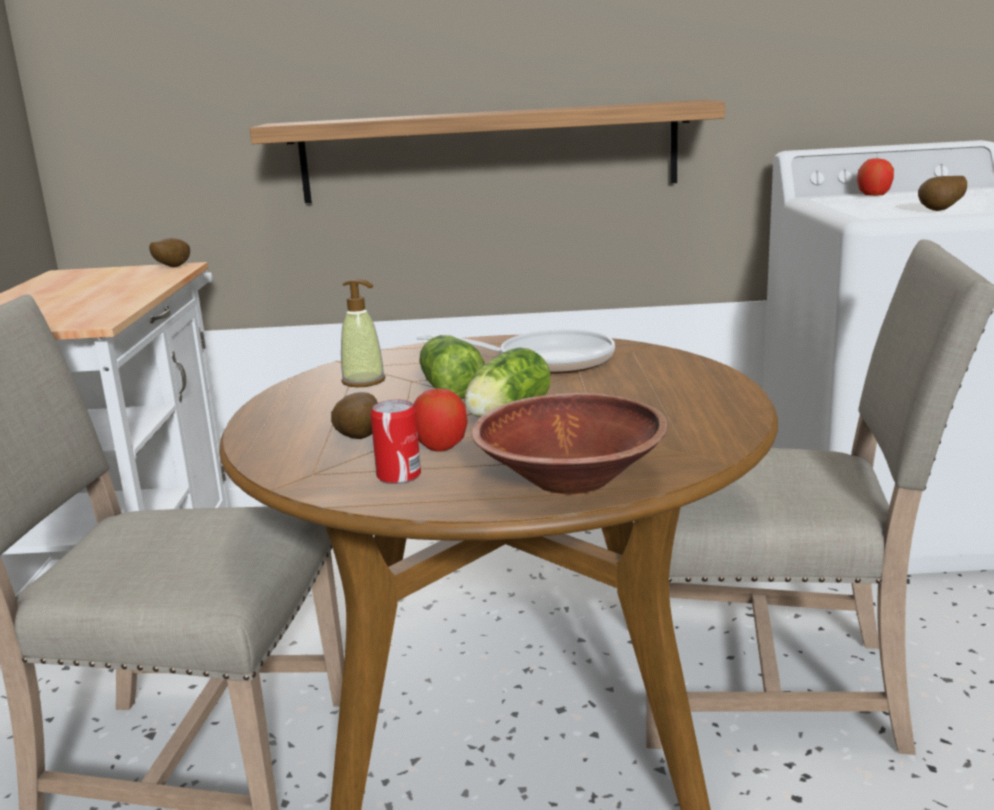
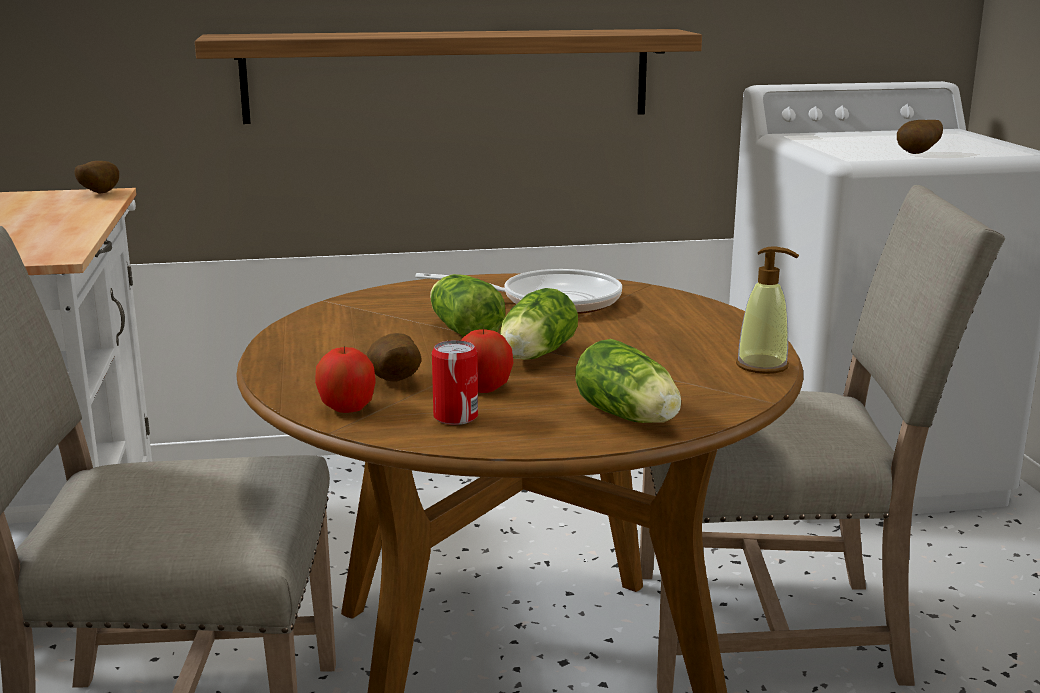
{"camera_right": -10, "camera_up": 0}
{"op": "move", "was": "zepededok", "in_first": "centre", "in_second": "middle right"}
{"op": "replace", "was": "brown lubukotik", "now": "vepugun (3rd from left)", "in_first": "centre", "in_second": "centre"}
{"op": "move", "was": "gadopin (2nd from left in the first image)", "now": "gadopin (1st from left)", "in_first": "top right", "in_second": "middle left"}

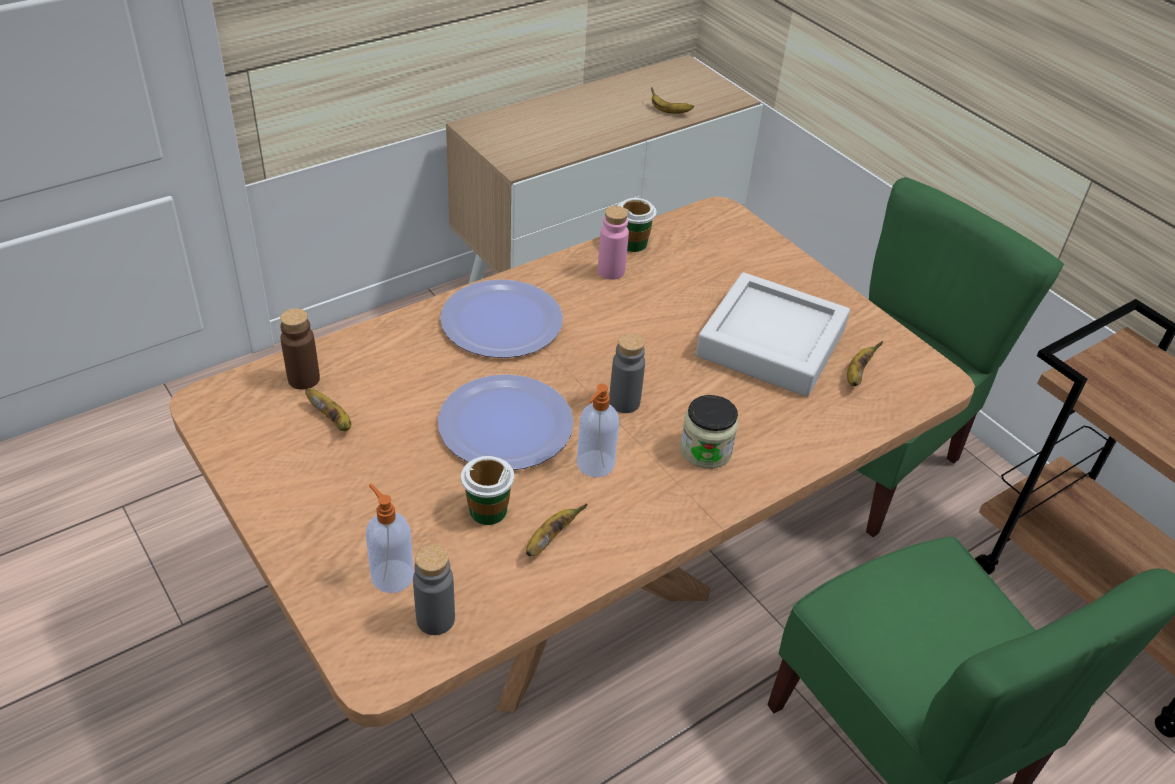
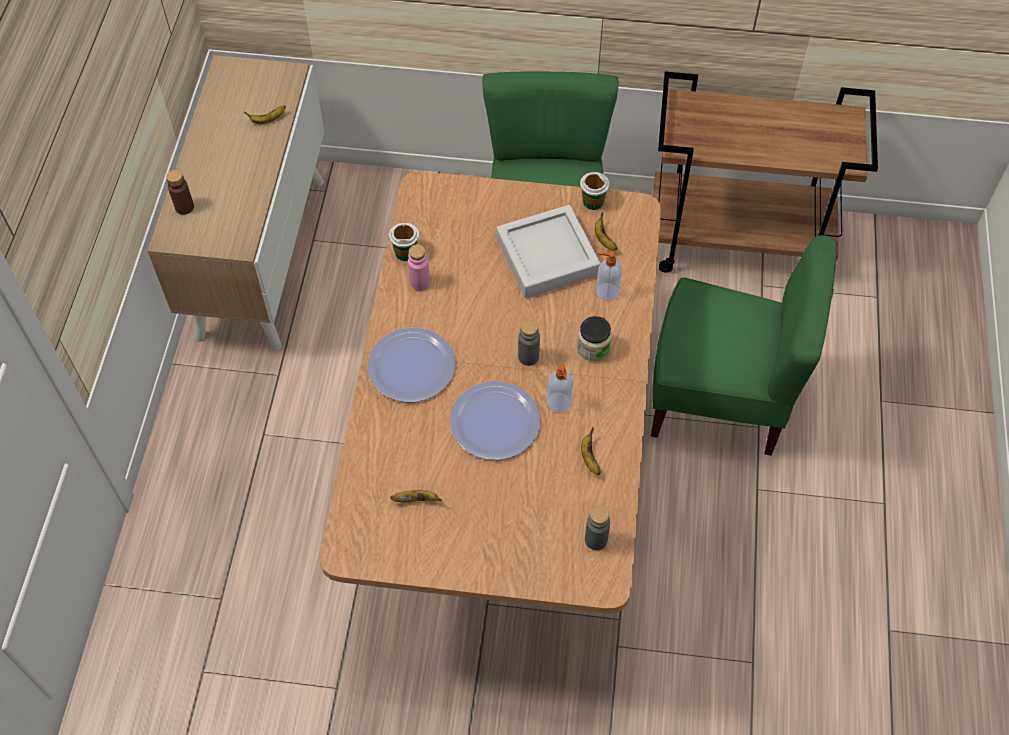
{"camera_right": -45, "camera_up": 15}
{"op": "move", "was": "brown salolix", "in_first": "middle left", "in_second": "top left"}
{"op": "move", "was": "zepededok (1st from left in the first image)", "now": "zepededok (2nd from left)", "in_first": "bottom left", "in_second": "centre"}
{"op": "move", "was": "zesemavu (1st from left in the first image)", "now": "zesemavu (2nd from left)", "in_first": "centre", "in_second": "top centre"}

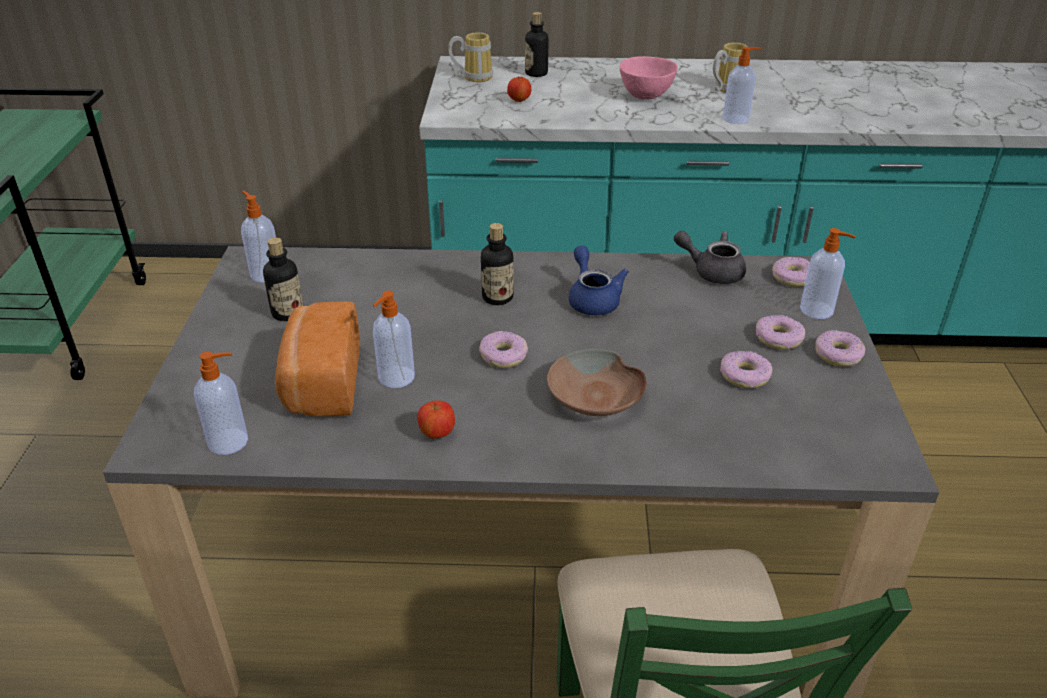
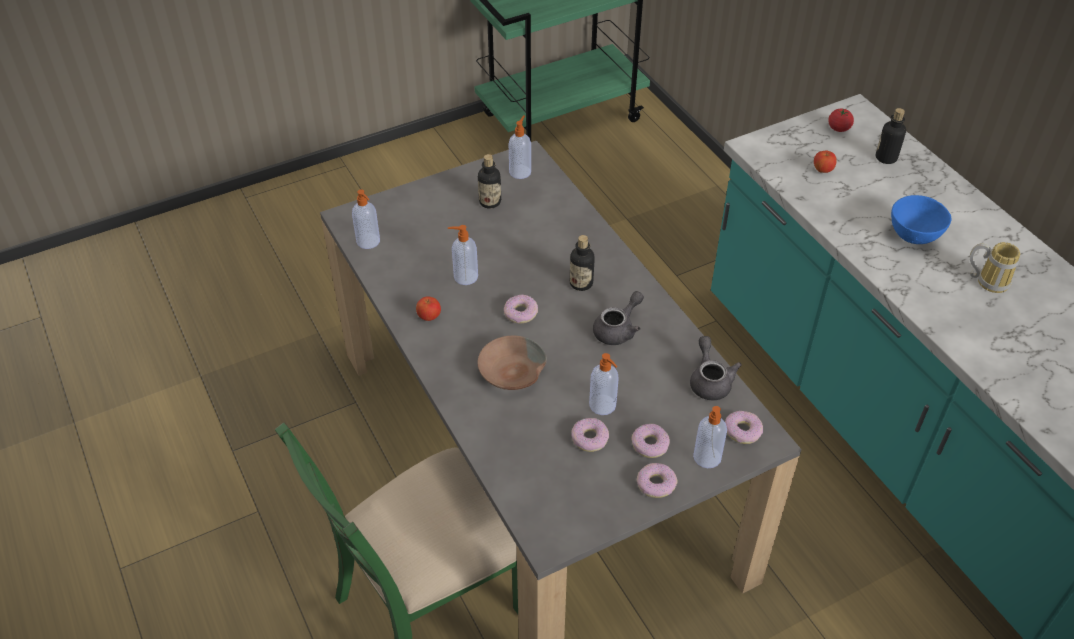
{"camera_right": 60, "camera_up": 10}
{"op": "delete", "was": "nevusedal", "in_first": "middle left"}
{"op": "replace", "was": "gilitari (1st from left)", "now": "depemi", "in_first": "top centre", "in_second": "top right"}
{"op": "recolor", "was": "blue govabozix", "now": "grey govabozix (1st from left)", "in_first": "centre", "in_second": "centre"}
{"op": "recolor", "was": "pink lubukotik", "now": "blue lubukotik", "in_first": "top centre", "in_second": "middle right"}
{"op": "move", "was": "zepededok (4th from left)", "in_first": "top right", "in_second": "centre"}

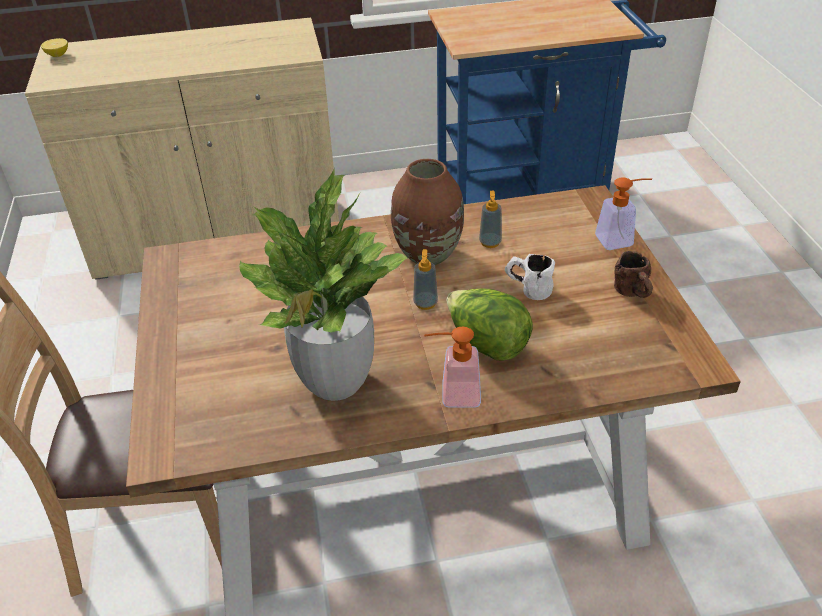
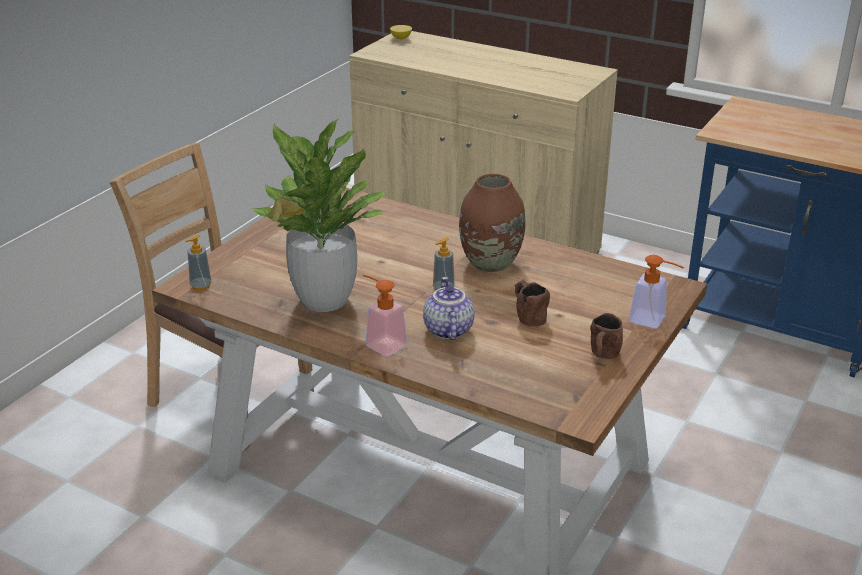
{"camera_right": 40, "camera_up": -10}
{"op": "replace", "was": "vepugun", "now": "govabozix", "in_first": "centre", "in_second": "centre"}
{"op": "move", "was": "zepededok (3rd from left in the first image)", "now": "zepededok (1st from left)", "in_first": "centre", "in_second": "middle left"}
{"op": "recolor", "was": "white gilitari", "now": "brown gilitari (1st from left)", "in_first": "centre", "in_second": "centre"}

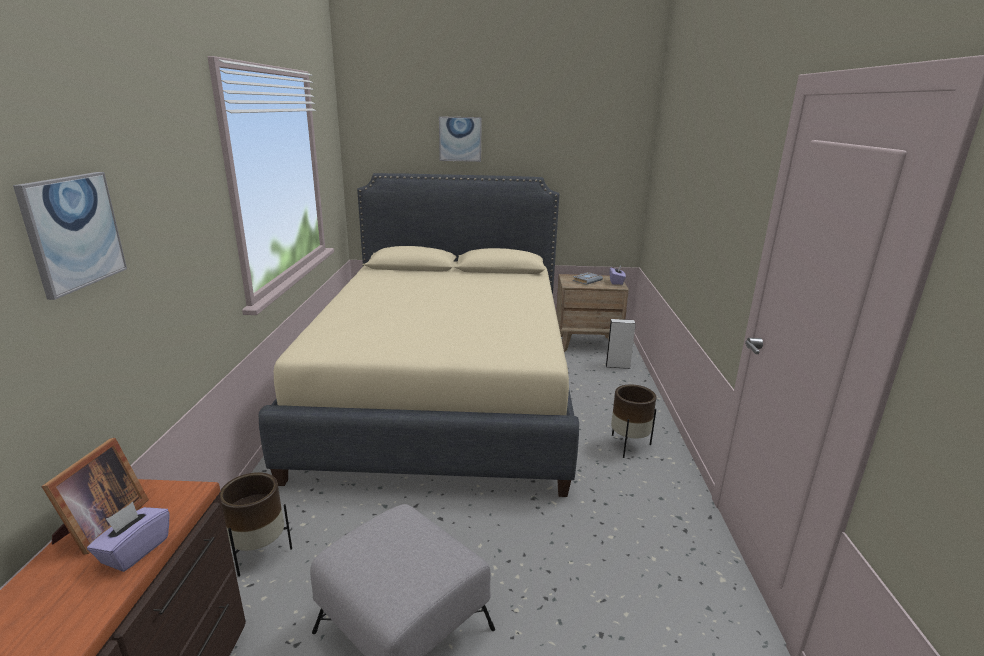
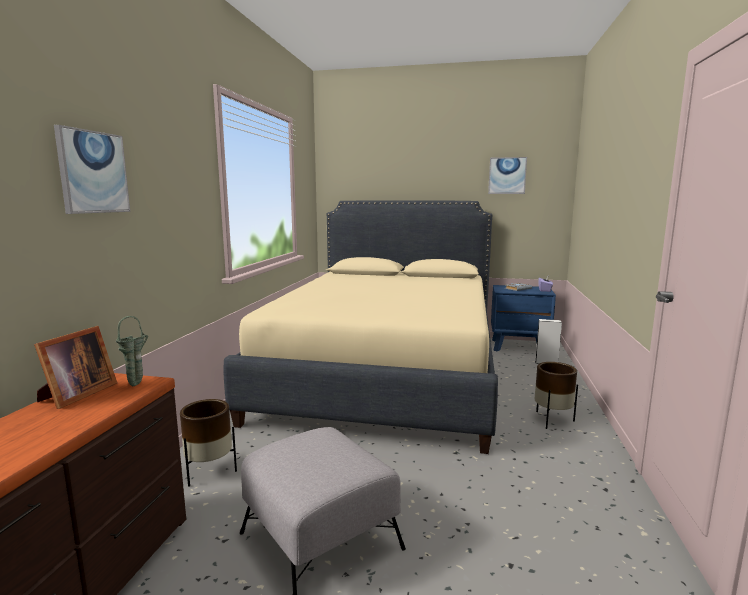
{"camera_right": 10, "camera_up": -10}
{"op": "delete", "was": "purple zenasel (1st from left)", "in_first": "bottom left"}
{"op": "move", "was": "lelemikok (2nd from left)", "in_first": "top centre", "in_second": "top right"}
{"op": "recolor", "was": "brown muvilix", "now": "blue muvilix", "in_first": "centre", "in_second": "middle right"}
{"op": "insert", "now": "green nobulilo", "in_second": "middle left"}

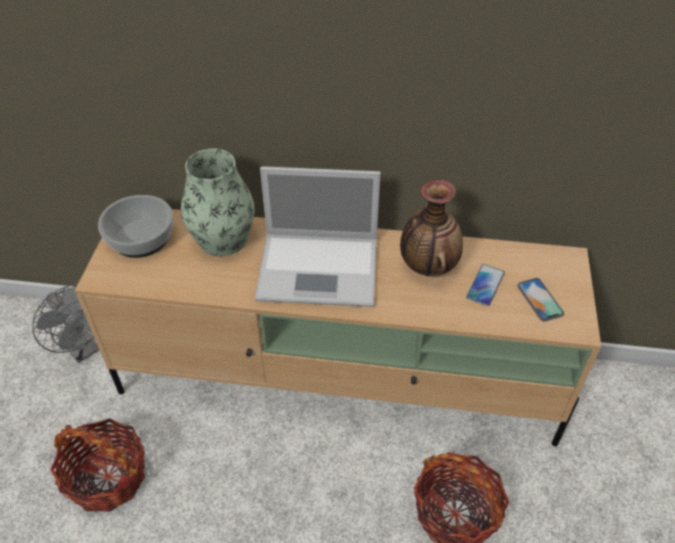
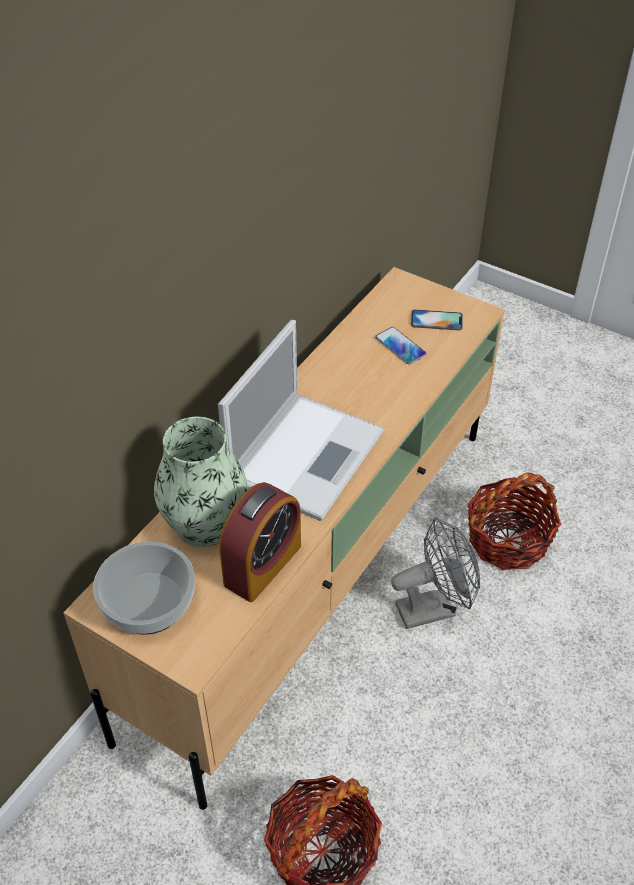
{"camera_right": -65, "camera_up": 0}
{"op": "move", "was": "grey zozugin", "in_first": "middle left", "in_second": "middle right"}
{"op": "delete", "was": "nobulilo (2nd from left)", "in_first": "centre"}
{"op": "insert", "now": "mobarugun", "in_second": "centre"}

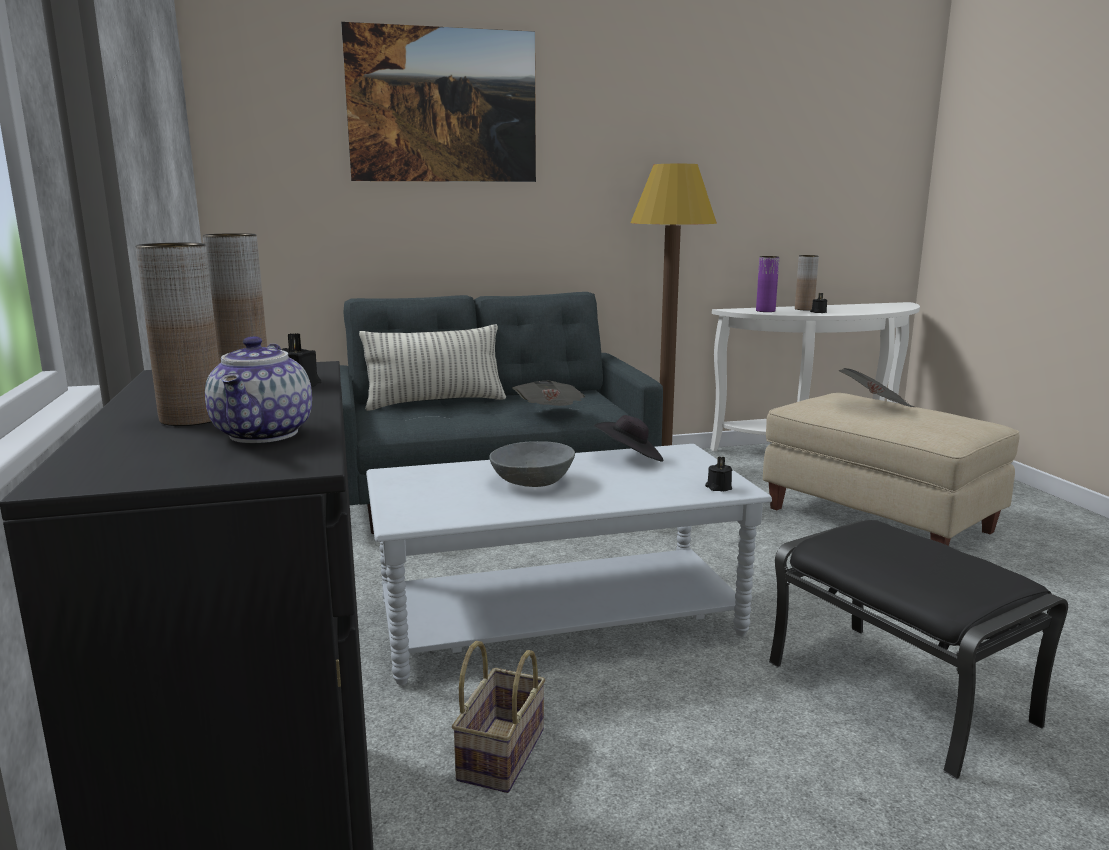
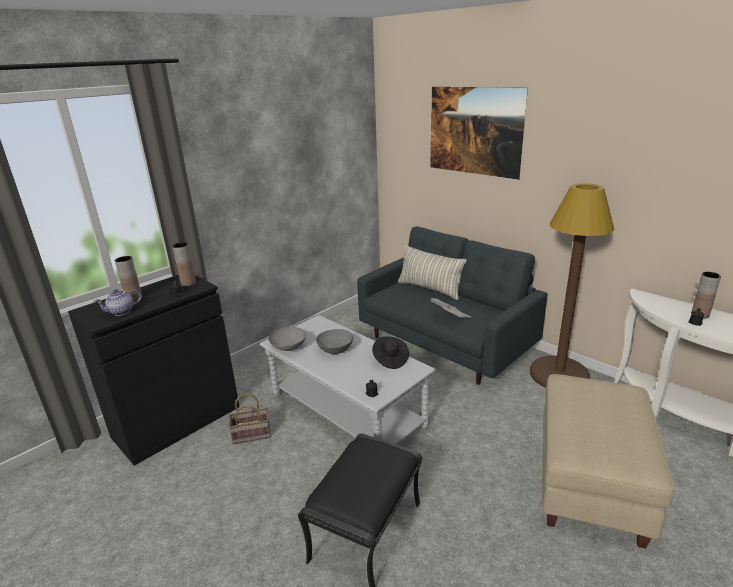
{"camera_right": 60, "camera_up": 10}
{"op": "delete", "was": "purple nobulilo", "in_first": "middle right"}
{"op": "delete", "was": "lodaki (2nd from left)", "in_first": "middle right"}
{"op": "insert", "now": "grey lubukotik (1st from left)", "in_second": "centre"}

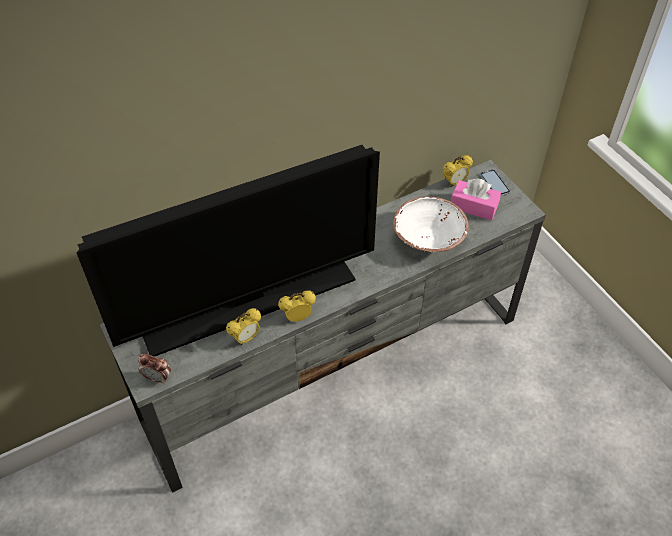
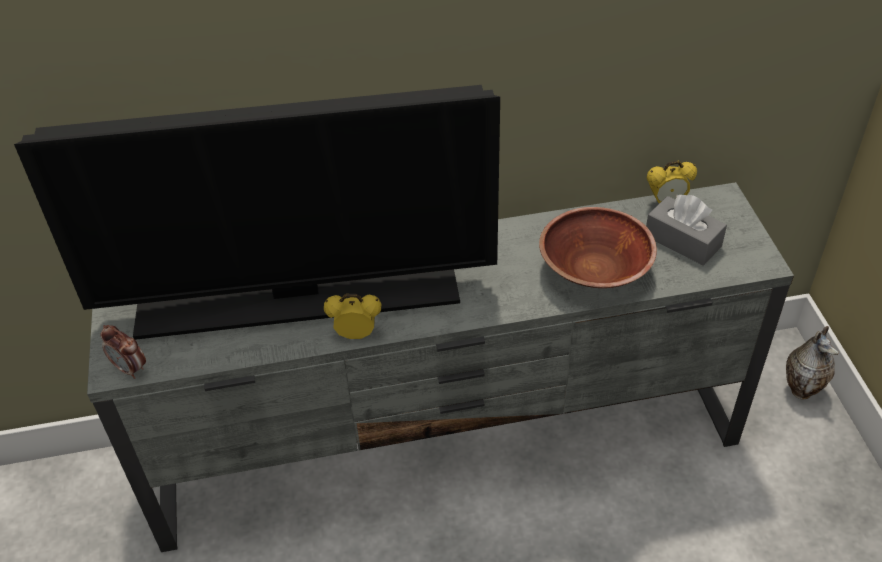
{"camera_right": 20, "camera_up": -5}
{"op": "delete", "was": "mobarugun (2nd from left)", "in_first": "centre"}
{"op": "recolor", "was": "white lubukotik", "now": "brown lubukotik", "in_first": "centre", "in_second": "middle right"}
{"op": "recolor", "was": "pink zenasel", "now": "grey zenasel", "in_first": "middle right", "in_second": "middle right"}
{"op": "delete", "was": "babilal", "in_first": "middle right"}
{"op": "insert", "now": "nobulilo", "in_second": "middle right"}

